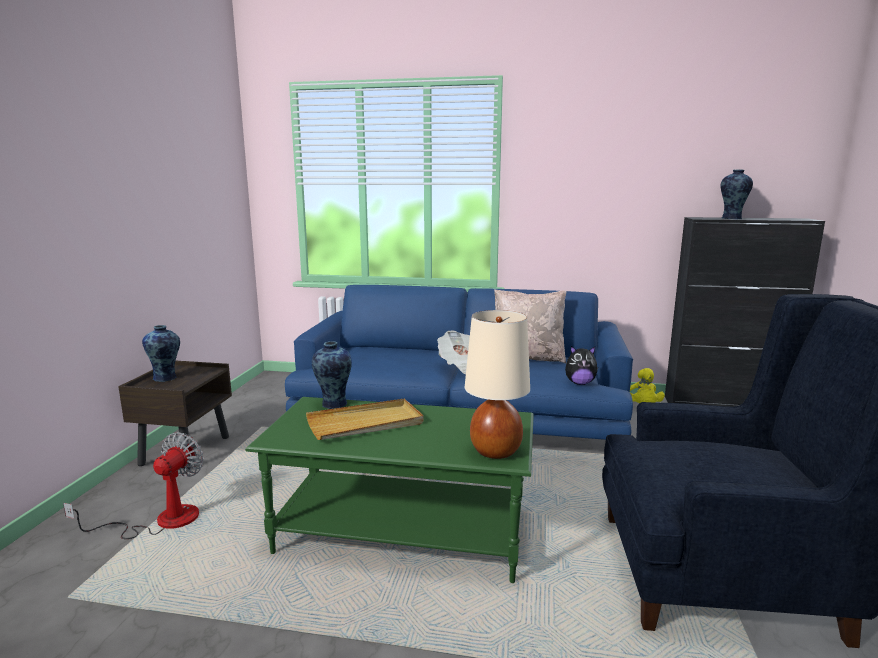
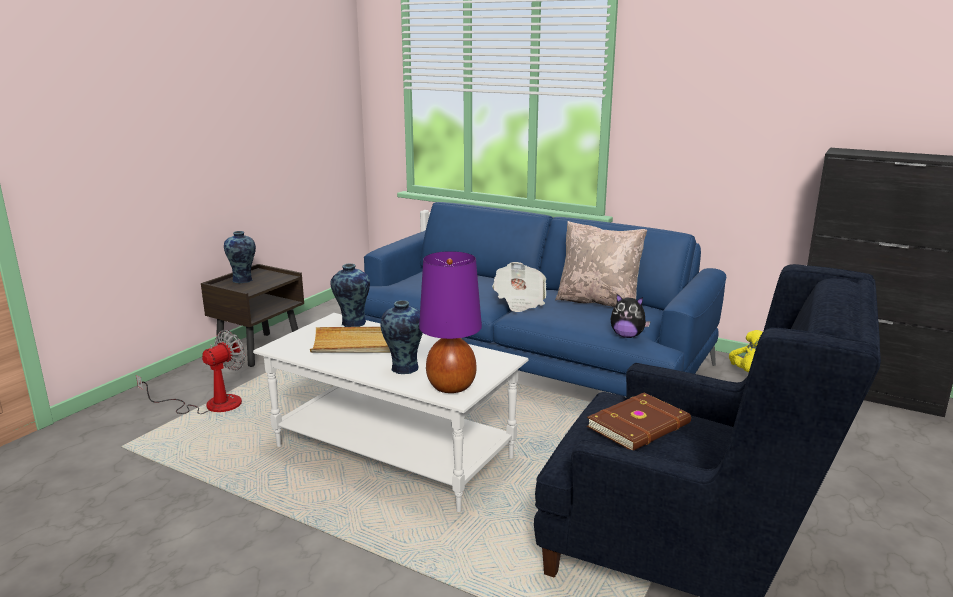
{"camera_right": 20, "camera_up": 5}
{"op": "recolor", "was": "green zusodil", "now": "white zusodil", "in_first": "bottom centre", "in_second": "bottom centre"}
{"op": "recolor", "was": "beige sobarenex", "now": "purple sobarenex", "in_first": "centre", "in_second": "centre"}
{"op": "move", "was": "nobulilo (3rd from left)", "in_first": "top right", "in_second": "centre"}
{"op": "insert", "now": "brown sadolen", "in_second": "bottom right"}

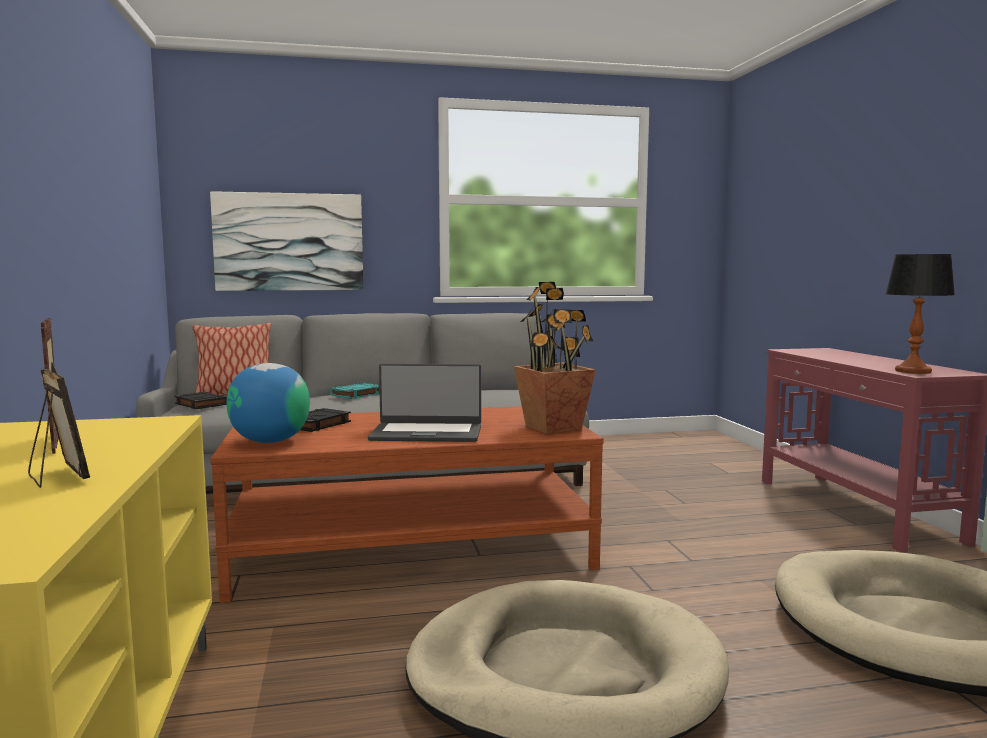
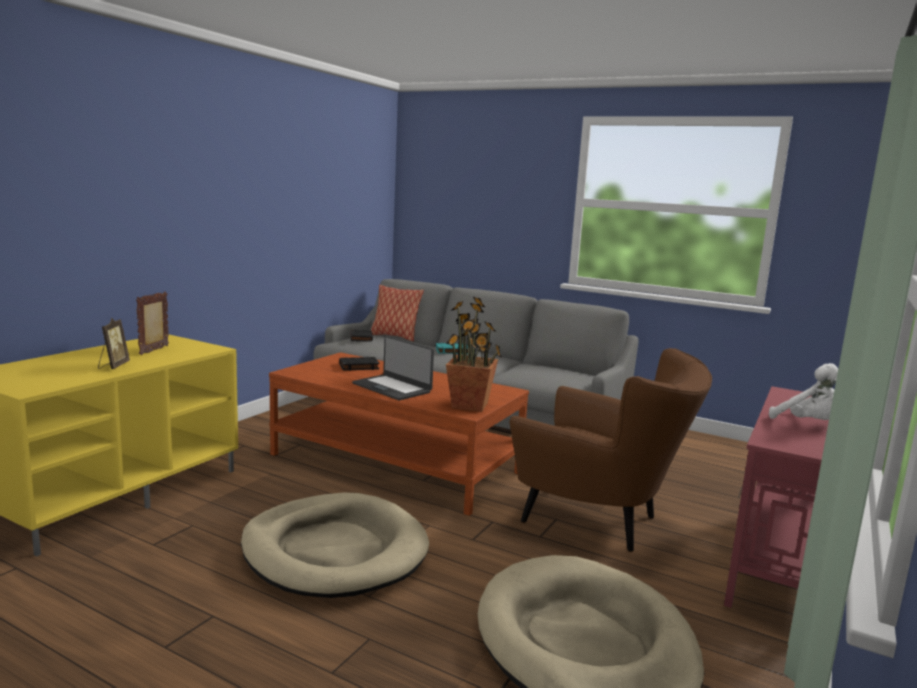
{"camera_right": 40, "camera_up": 5}
{"op": "delete", "was": "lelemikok", "in_first": "top left"}
{"op": "delete", "was": "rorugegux", "in_first": "middle left"}
{"op": "delete", "was": "sobarenex", "in_first": "middle right"}
{"op": "insert", "now": "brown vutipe", "in_second": "centre"}
{"op": "insert", "now": "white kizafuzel", "in_second": "middle right"}

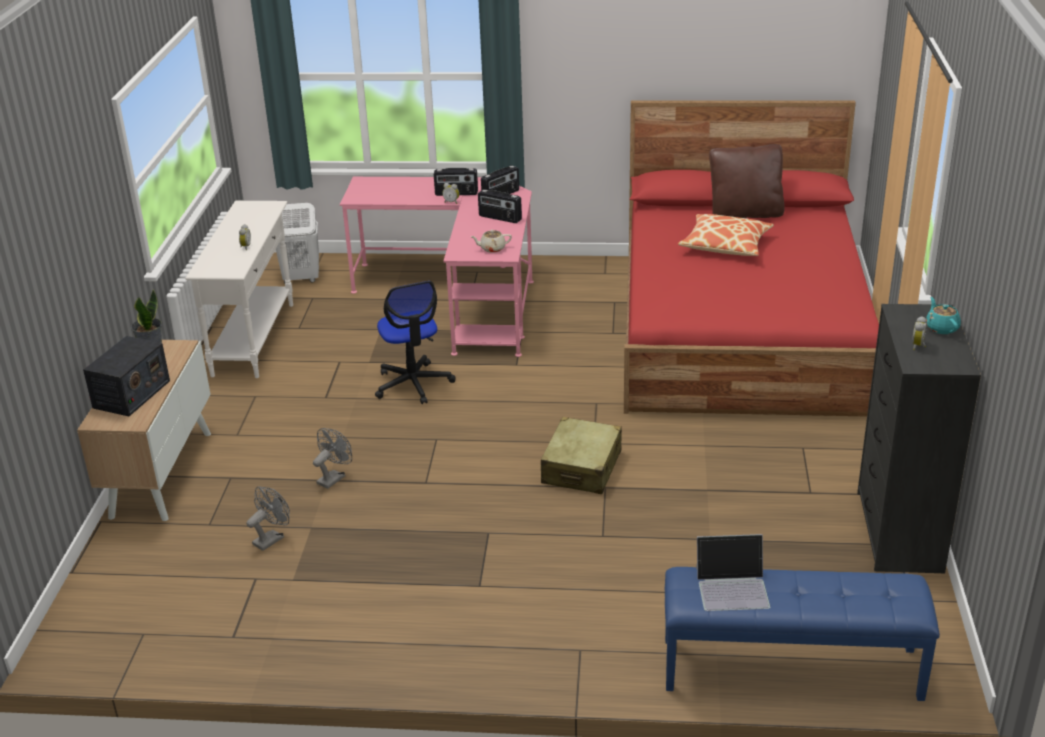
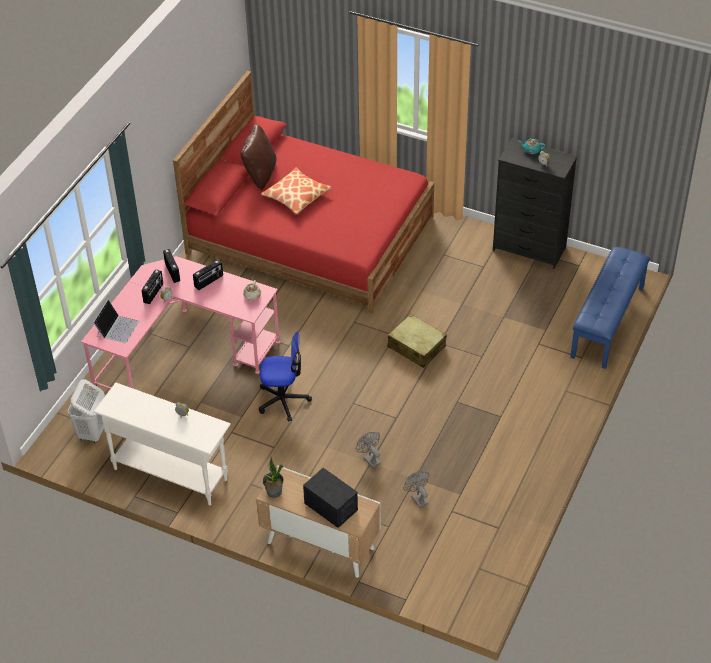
{"camera_right": -70, "camera_up": 15}
{"op": "move", "was": "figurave", "in_first": "bottom right", "in_second": "middle left"}

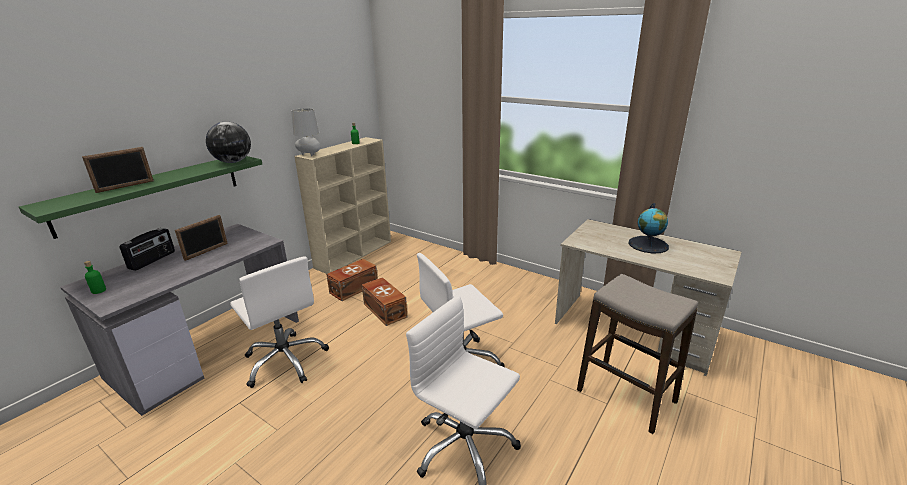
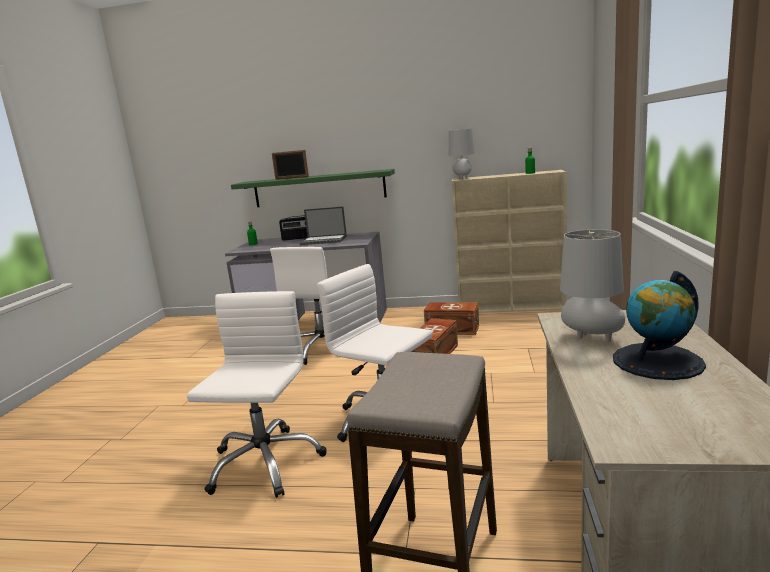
{"camera_right": 65, "camera_up": -10}
{"op": "replace", "was": "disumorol (2nd from left)", "now": "figurave", "in_first": "middle left", "in_second": "centre"}
{"op": "delete", "was": "rorugegux (1st from left)", "in_first": "top left"}
{"op": "insert", "now": "grey sobarenex (2nd from left)", "in_second": "middle right"}

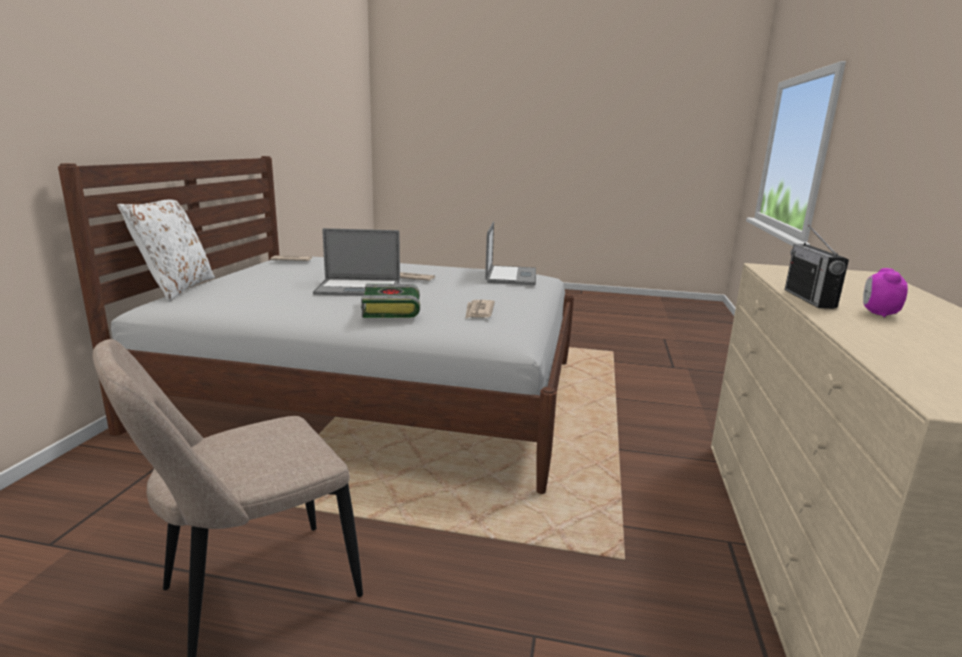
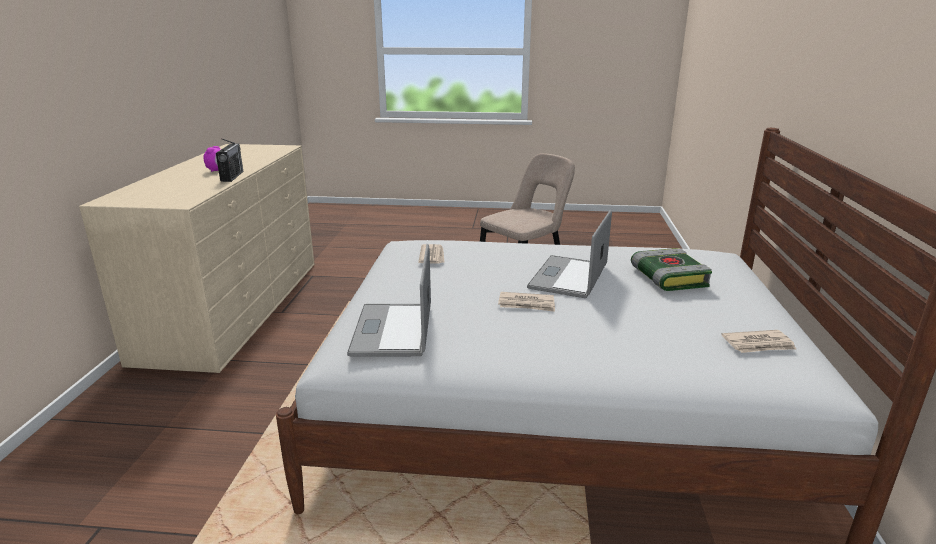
{"camera_right": 175, "camera_up": 5}
{"op": "delete", "was": "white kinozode", "in_first": "middle left"}
{"op": "rotate", "was": "figurave (1st from left in the first image)", "in_first": "centre", "in_second": "centre", "clockwise": -60}
{"op": "move", "was": "sadolen", "in_first": "centre", "in_second": "middle right"}

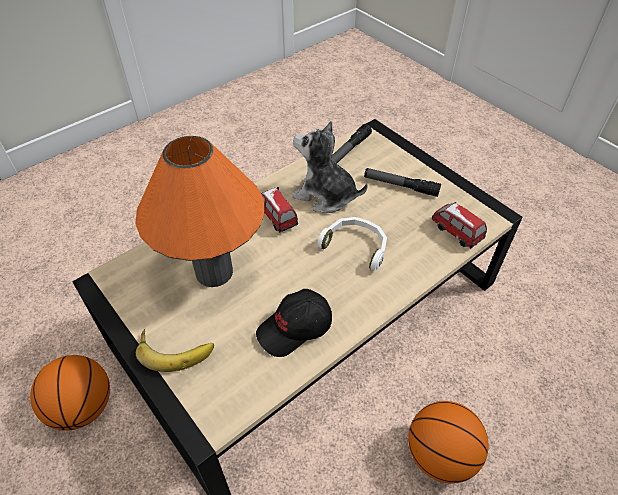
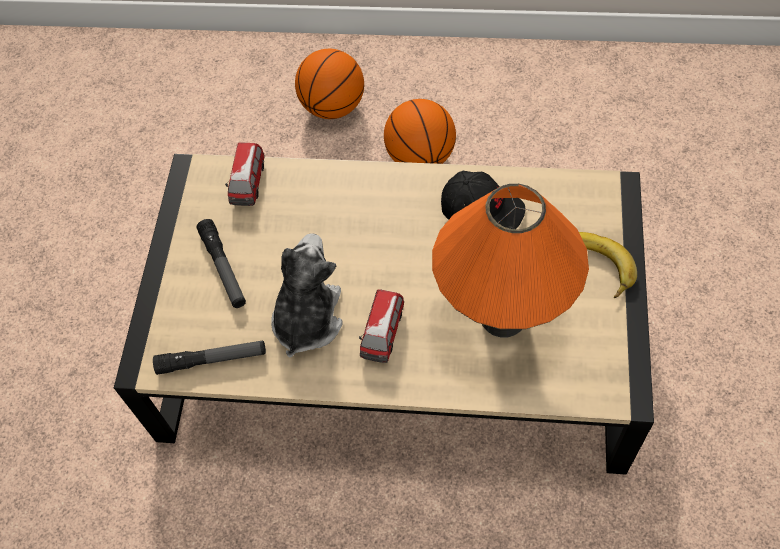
{"camera_right": -130, "camera_up": 10}
{"op": "move", "was": "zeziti (1st from left)", "in_first": "bottom left", "in_second": "top centre"}
{"op": "rotate", "was": "kizafuzel", "in_first": "centre", "in_second": "centre", "clockwise": -150}
{"op": "delete", "was": "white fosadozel", "in_first": "centre"}

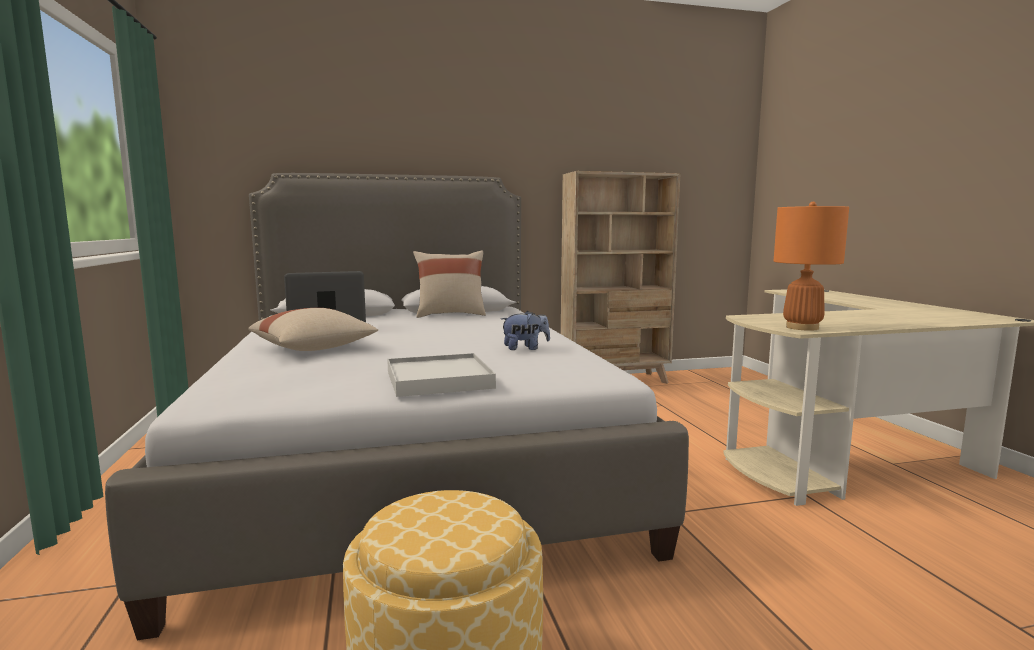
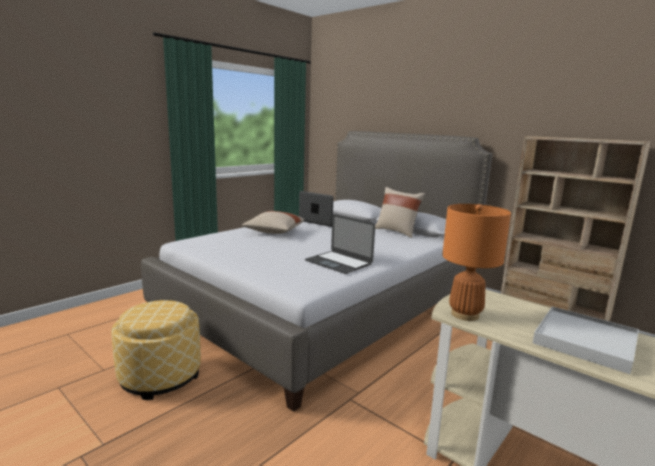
{"camera_right": 55, "camera_up": 5}
{"op": "move", "was": "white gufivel", "in_first": "centre", "in_second": "bottom right"}
{"op": "replace", "was": "kizafuzel", "now": "figurave (2nd from left)", "in_first": "centre", "in_second": "centre"}

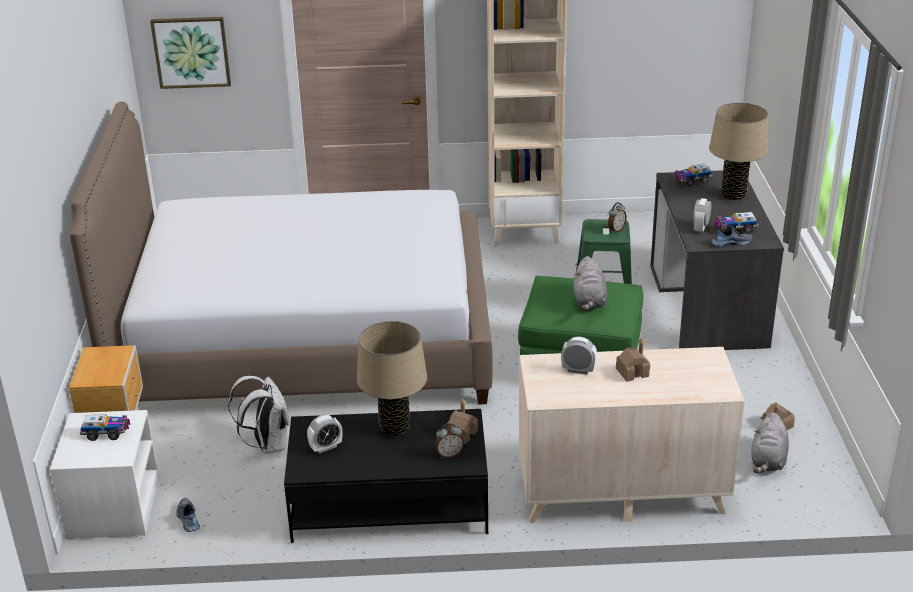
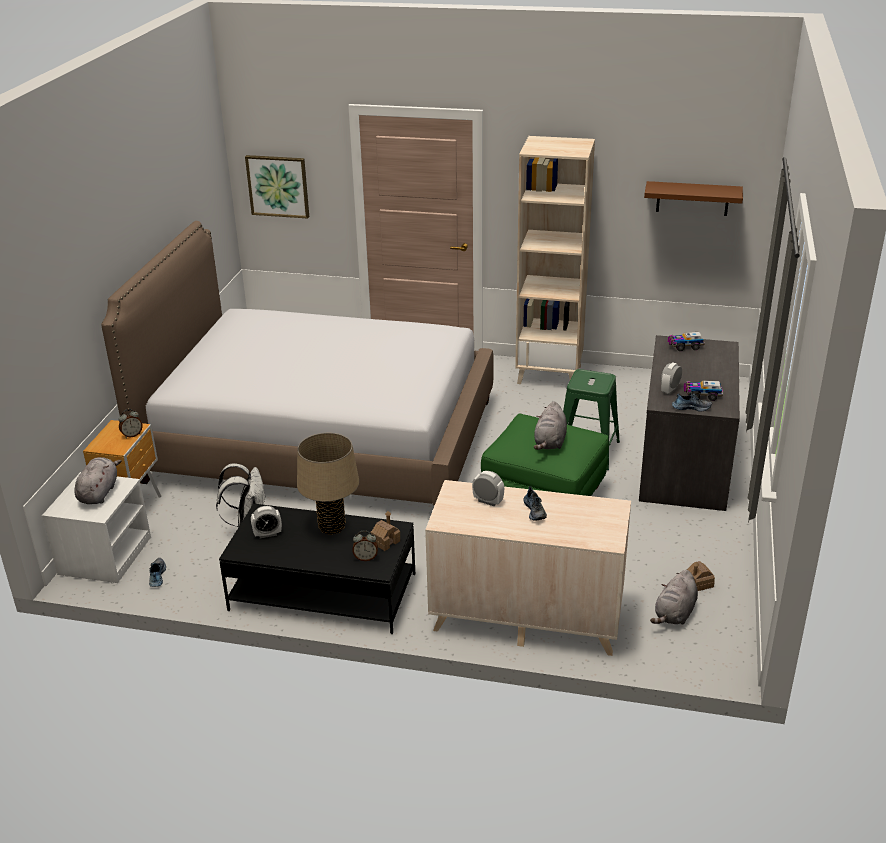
{"camera_right": 15, "camera_up": 0}
{"op": "replace", "was": "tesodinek (1st from left)", "now": "grey kizafuzel (1st from left)", "in_first": "bottom left", "in_second": "middle left"}
{"op": "move", "was": "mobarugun (4th from left in the first image)", "now": "mobarugun (1st from left)", "in_first": "middle right", "in_second": "middle left"}
{"op": "replace", "was": "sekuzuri (2nd from left)", "now": "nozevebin (2nd from left)", "in_first": "middle right", "in_second": "centre"}
{"op": "delete", "was": "beige sobarenex (2nd from left)", "in_first": "top right"}
{"op": "insert", "now": "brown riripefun", "in_second": "top right"}

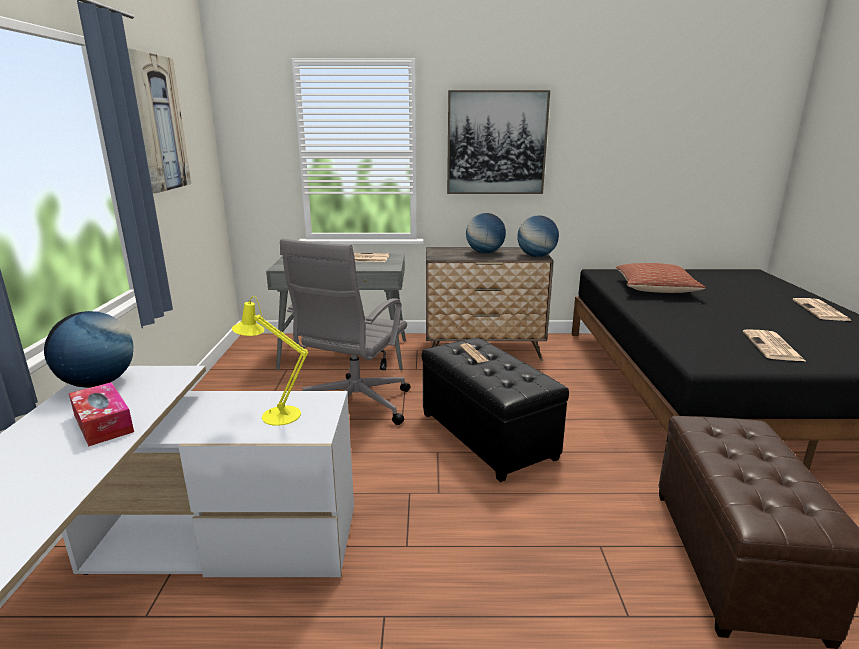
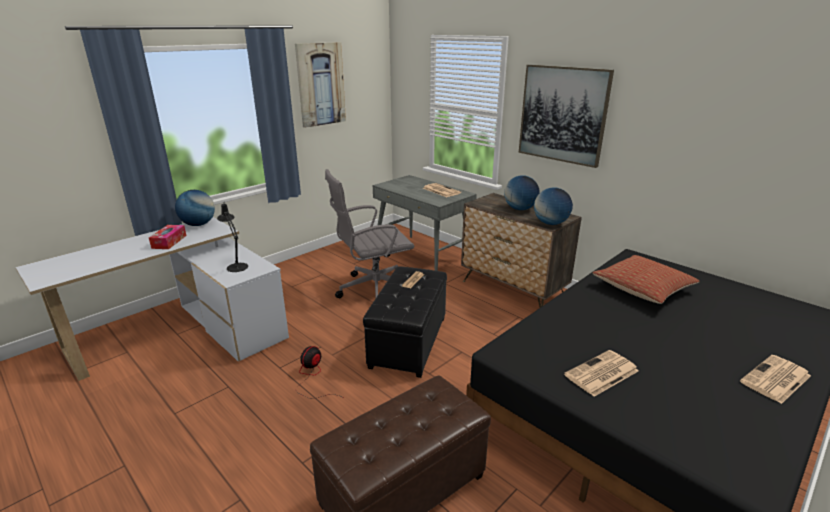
{"camera_right": 45, "camera_up": 5}
{"op": "recolor", "was": "yellow sobarenex", "now": "black sobarenex", "in_first": "middle left", "in_second": "middle left"}
{"op": "insert", "now": "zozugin", "in_second": "bottom centre"}

